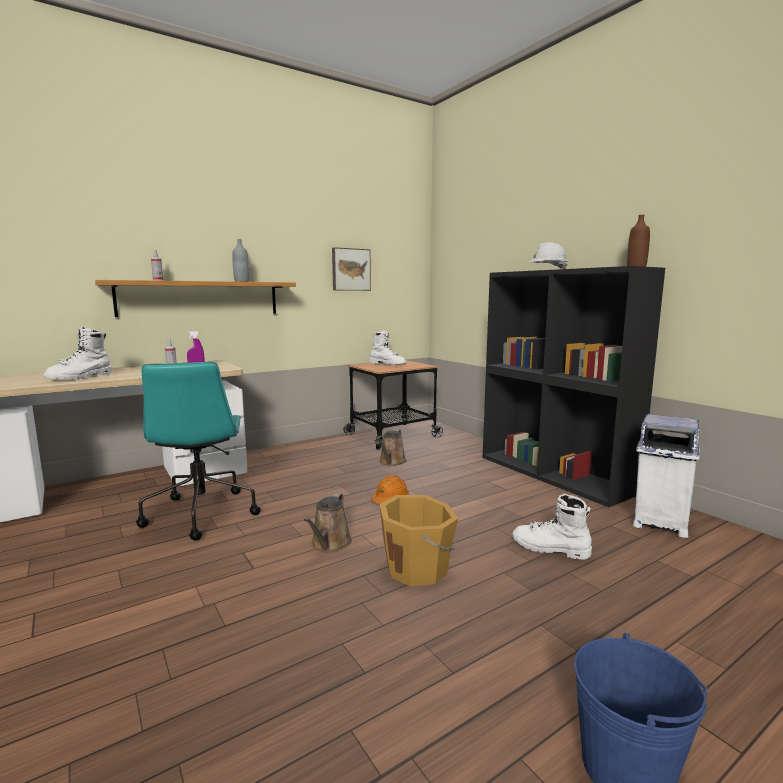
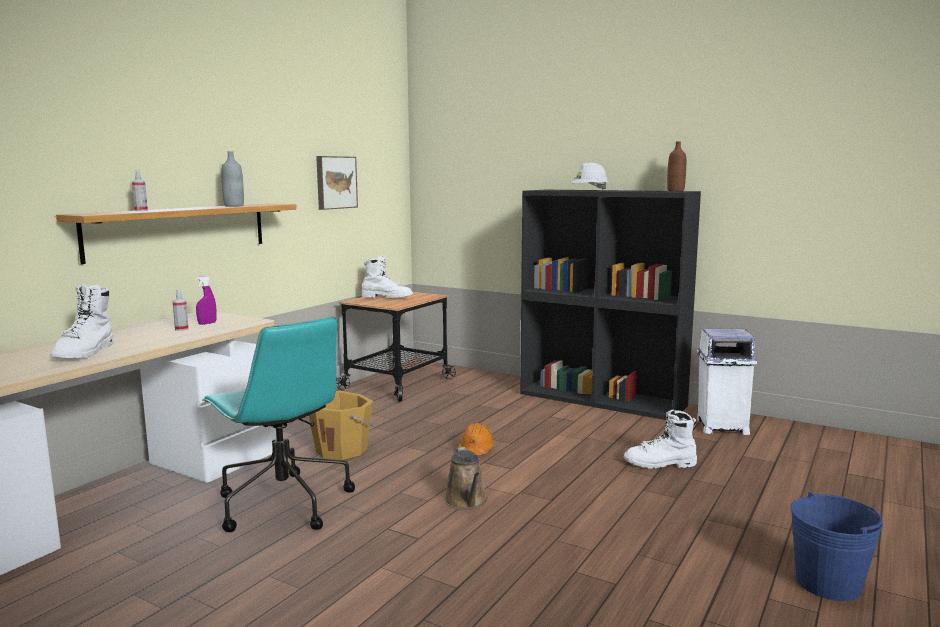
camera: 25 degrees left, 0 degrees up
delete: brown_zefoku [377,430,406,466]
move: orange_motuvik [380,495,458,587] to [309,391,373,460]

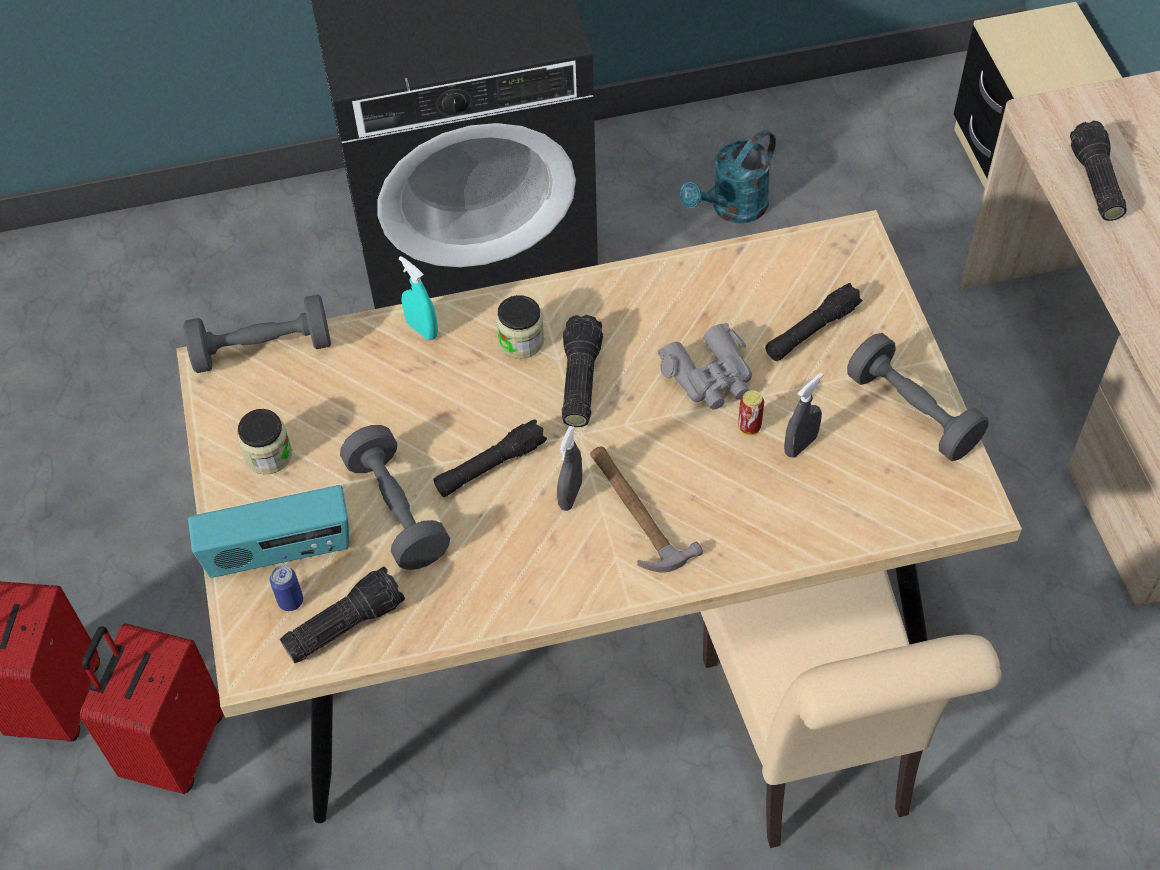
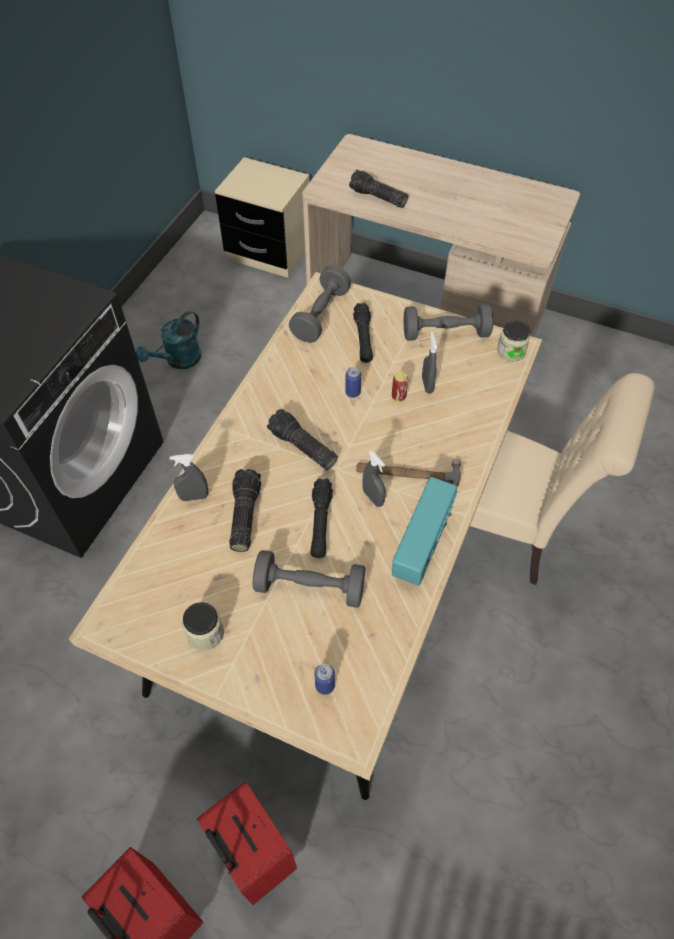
camera: 55 degrees left, 0 degrees up
move: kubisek [280,566,405,663] to [229,469,261,552]; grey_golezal [184,295,331,373] to [289,265,351,343]; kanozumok [188,485,350,578] to [392,477,457,586]; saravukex [496,295,544,359] to [497,321,530,361]
replace: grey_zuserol [658,323,752,410] to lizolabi [345,367,361,398]
recolor: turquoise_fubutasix [399,256,438,340] to grey_fubutasix [170,454,208,501]
rotate: turquoise_zefoku [680,130,776,223] = [136,311,201,369] 45 degrees clockwise

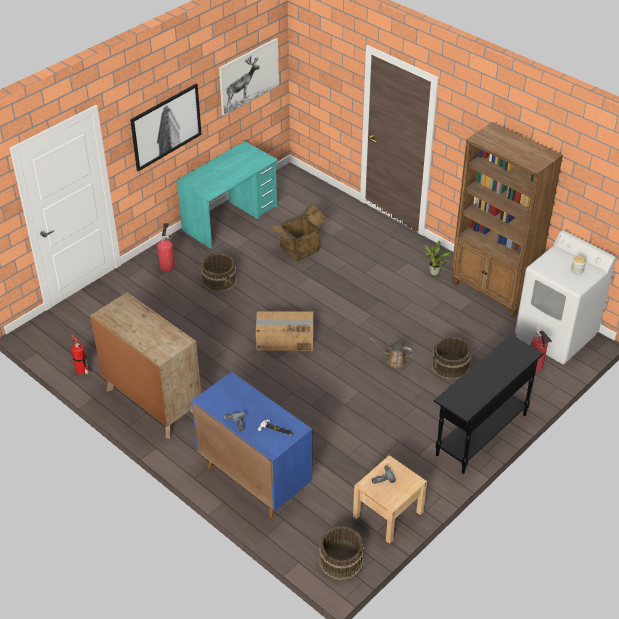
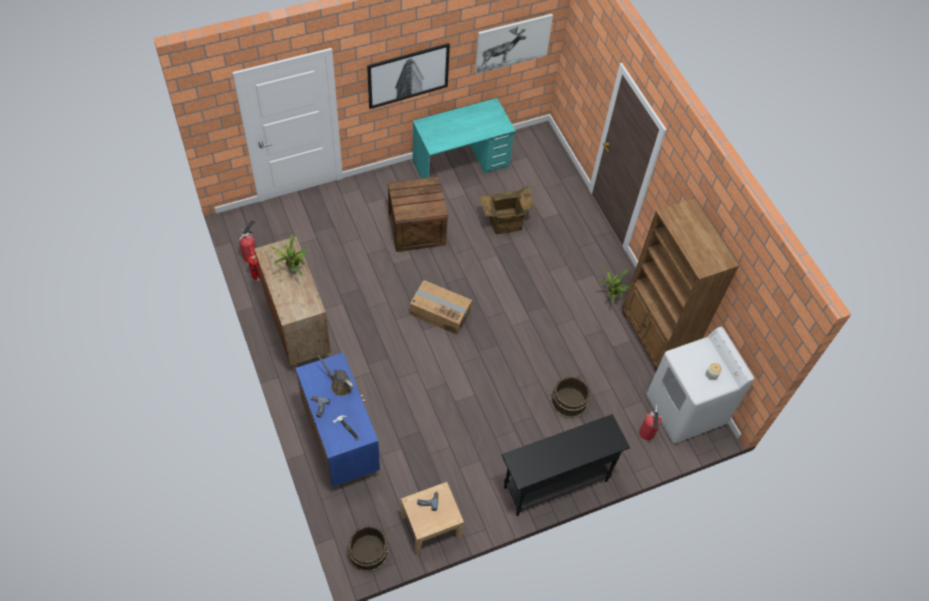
camera: 20 degrees right, 15 degrees up
insert: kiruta [270,235,308,276]
move: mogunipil [157,223,175,272] to [239,220,256,262]; brown_zefoku [370,338,413,368] to [318,356,354,396]
replace: brown_motuvik [201,253,237,292] to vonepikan [388,177,448,252]

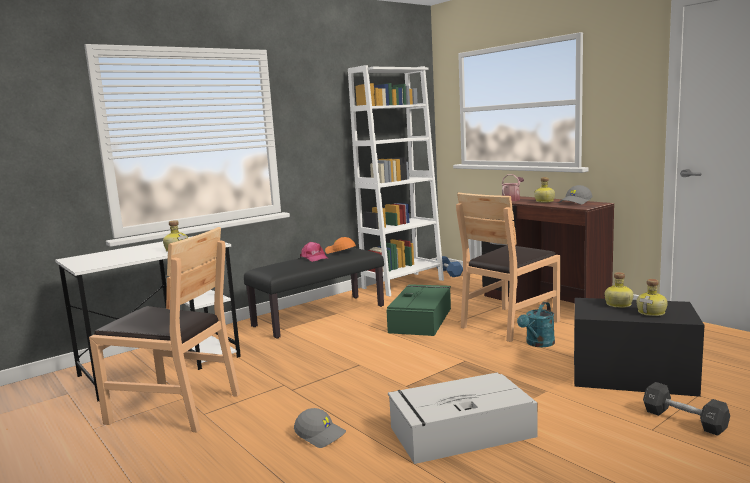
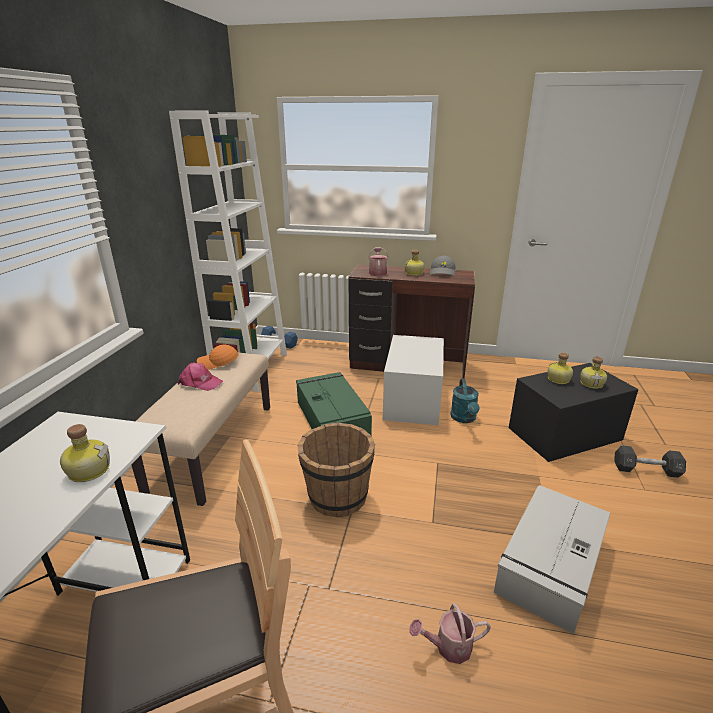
camera: 40 degrees left, 15 degrees up
insert: brown_motuvik [297,423,375,518]
replace: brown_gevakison [456,192,561,342] to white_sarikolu [383,335,444,426]; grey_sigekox [294,408,346,448] to zefoku [409,603,491,664]
recolor: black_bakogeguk [244,248,384,339] to beige_bakogeguk [131,353,270,506]

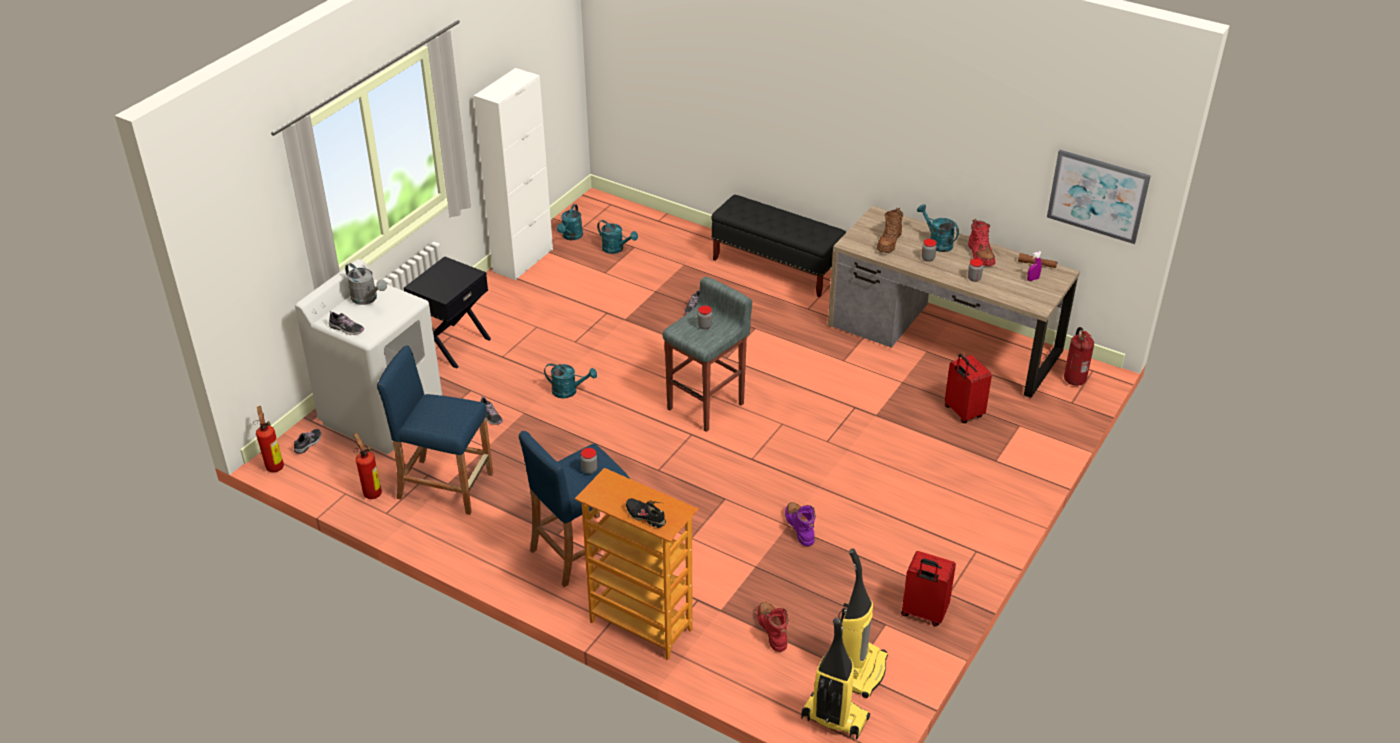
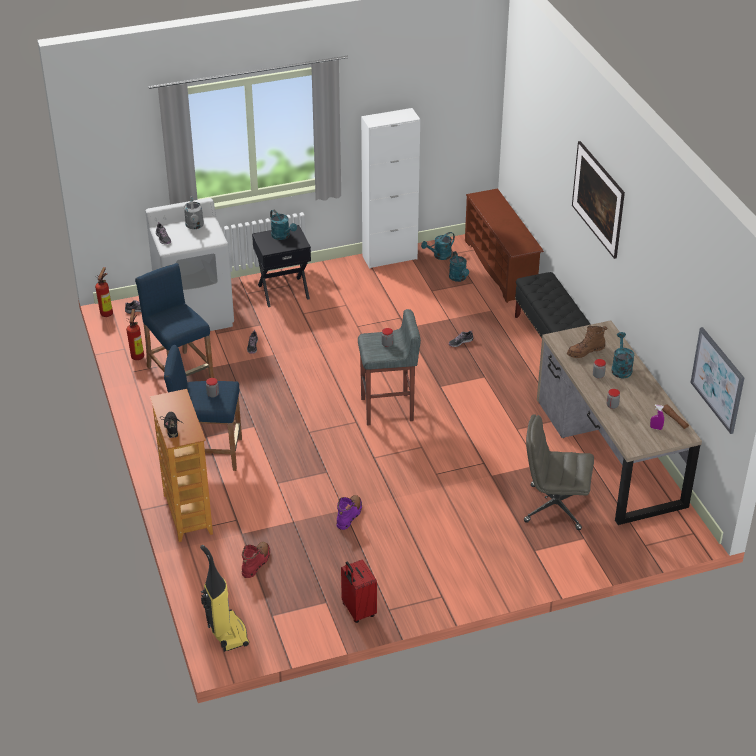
camera: 40 degrees right, 0 degrees up
delete: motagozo [838,549,888,698]; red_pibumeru [968,219,995,266]; mogunipil [1064,327,1094,386]
insert: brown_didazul [465,188,544,303]; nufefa [572,141,625,259]
move: turquoise_zefoku [544,363,597,398] to [270,210,297,240]
replace: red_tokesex [945,354,992,423] to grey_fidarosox [524,414,594,530]

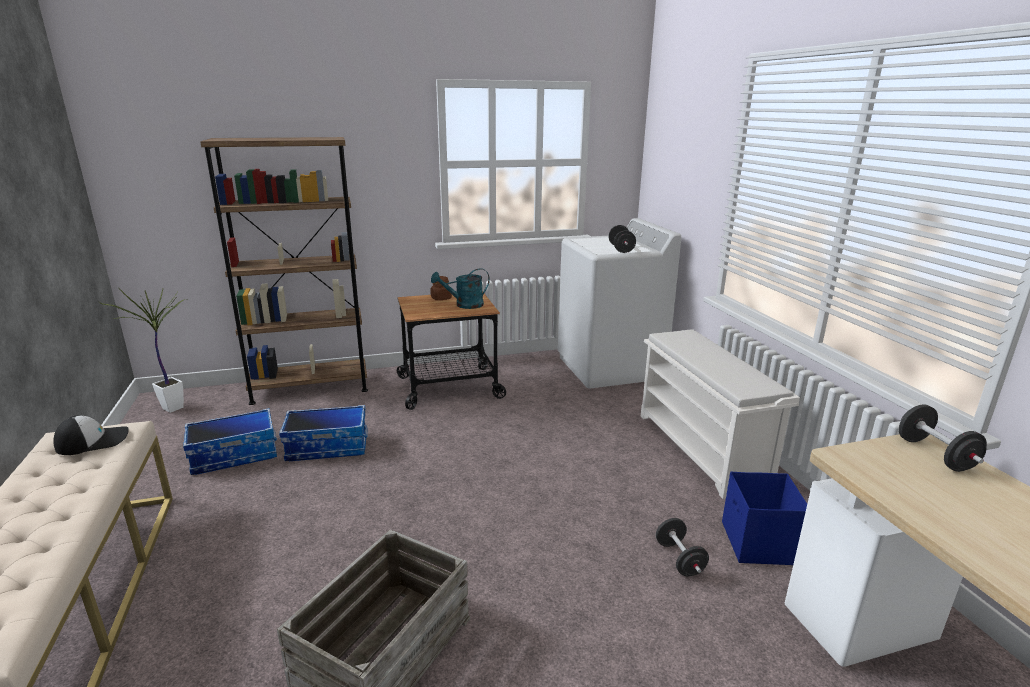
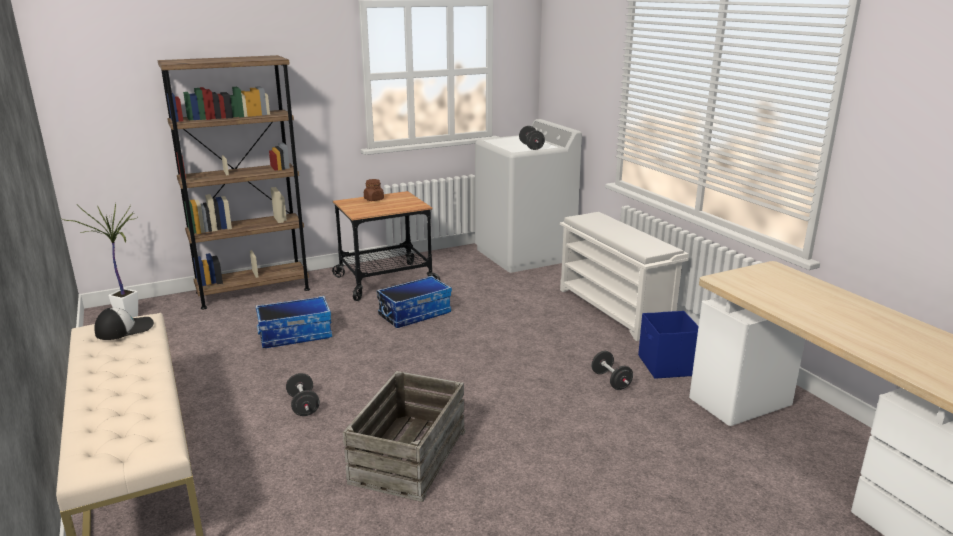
camera: 10 degrees left, 0 degrees up
delete: turquoise_zefoku [431,268,490,309]
move: black_golezal [899,405,987,472] to [286,373,320,416]; sarikolu [183,408,277,475] to [376,276,452,328]

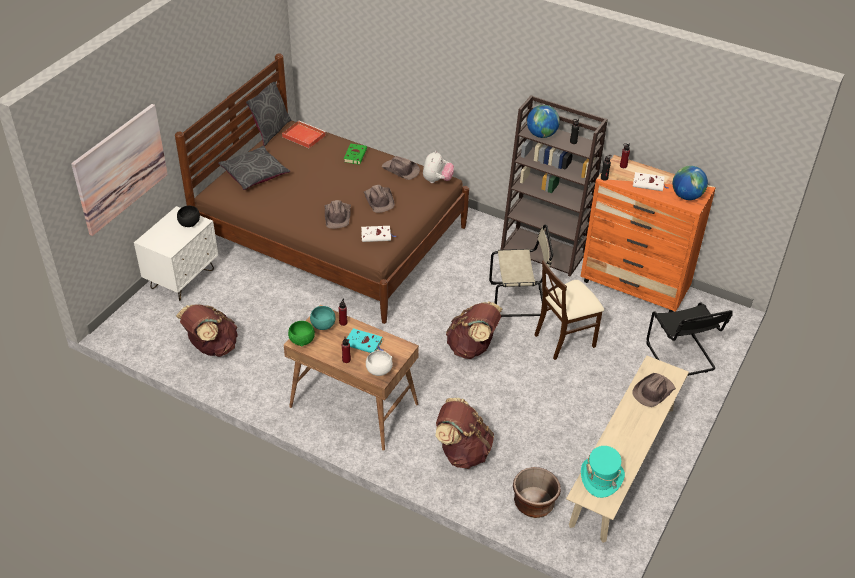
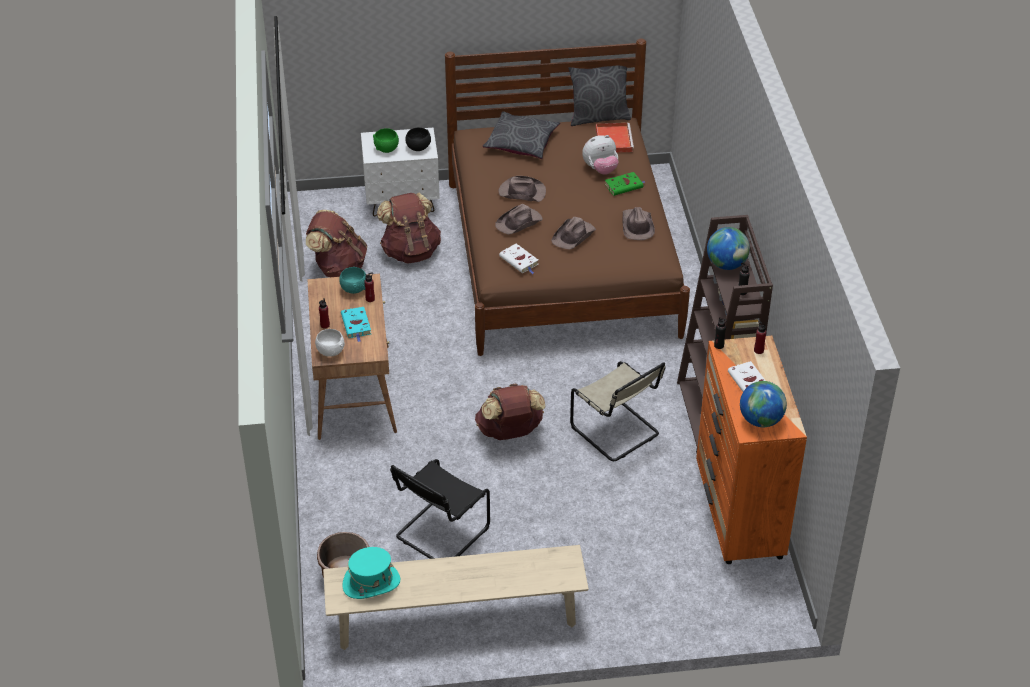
camera: 55 degrees right, 0 degrees up
delete: nufefa [71,104,168,236]; beige_gevakison [535,260,604,360]
move: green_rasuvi [288,321,315,347] to [373,128,399,153]; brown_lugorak [435,398,494,469] to [377,193,441,263]; black_gevakison [646,302,733,376] to [390,459,490,559]; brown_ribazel [632,373,676,407] to [498,176,546,202]; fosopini [423,151,454,183] to [582,135,619,175]

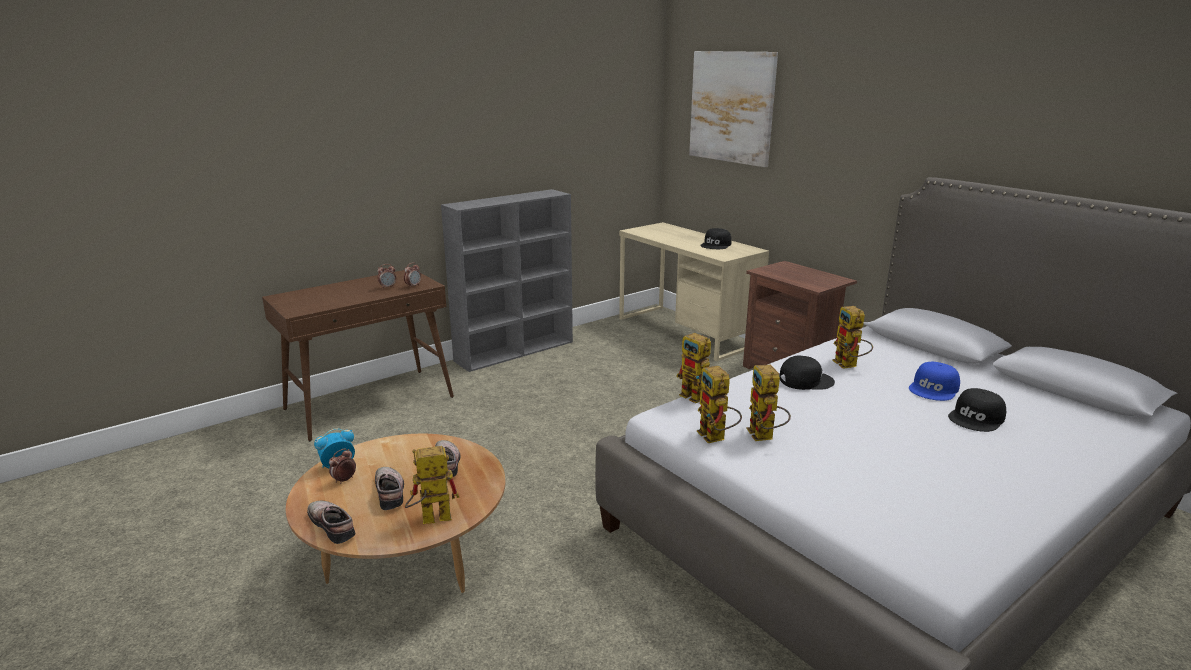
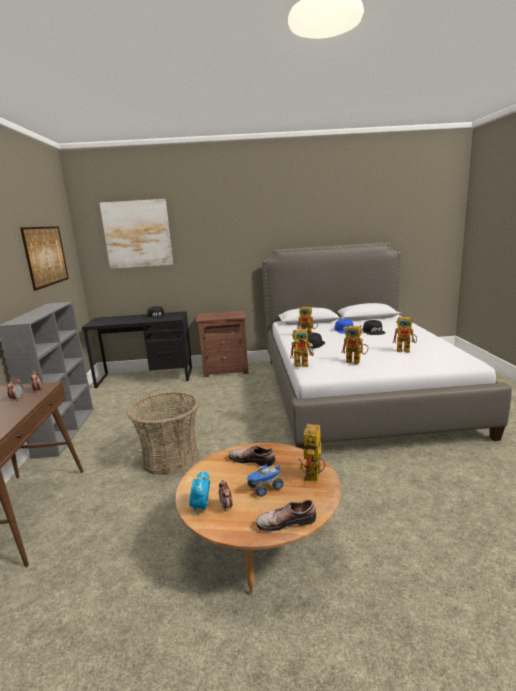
camera: 55 degrees left, 5 degrees down
insert: nufefa [20,226,69,291]; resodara [127,391,199,475]
move: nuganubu [697,366,742,443] to [393,316,417,352]
replace: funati [375,467,404,510] to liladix [247,463,284,497]
recolor: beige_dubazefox [619,222,769,361] to black_dubazefox [82,311,192,388]

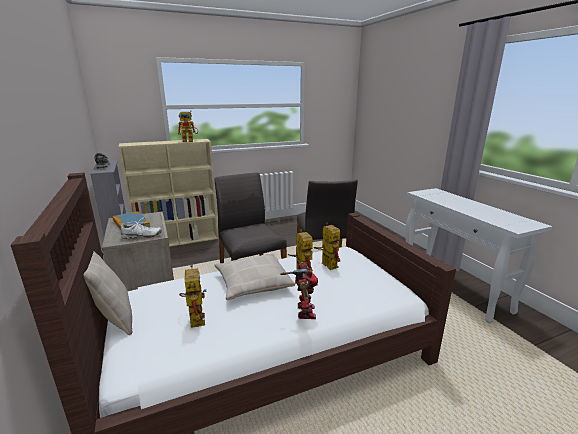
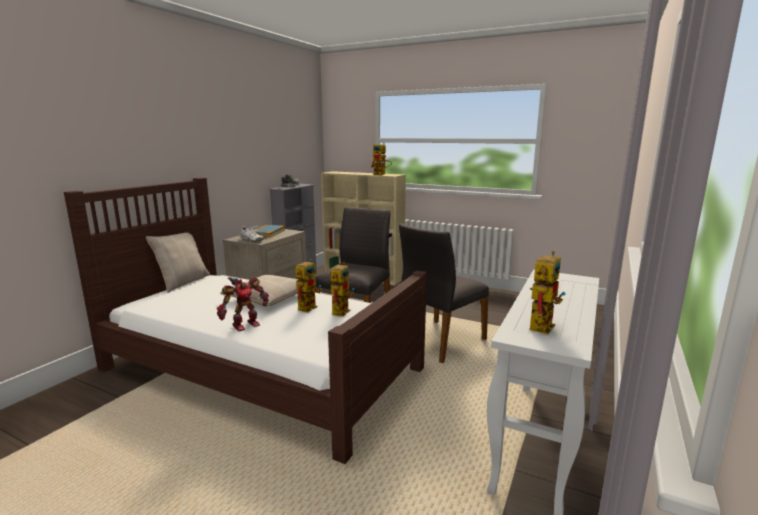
camera: 50 degrees right, 5 degrees down
move: nuganubu [179,264,207,328] to [530,251,566,334]

